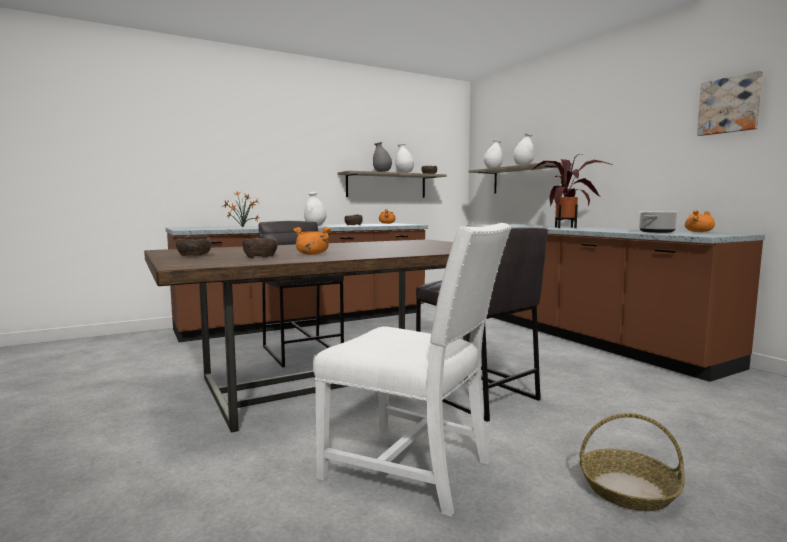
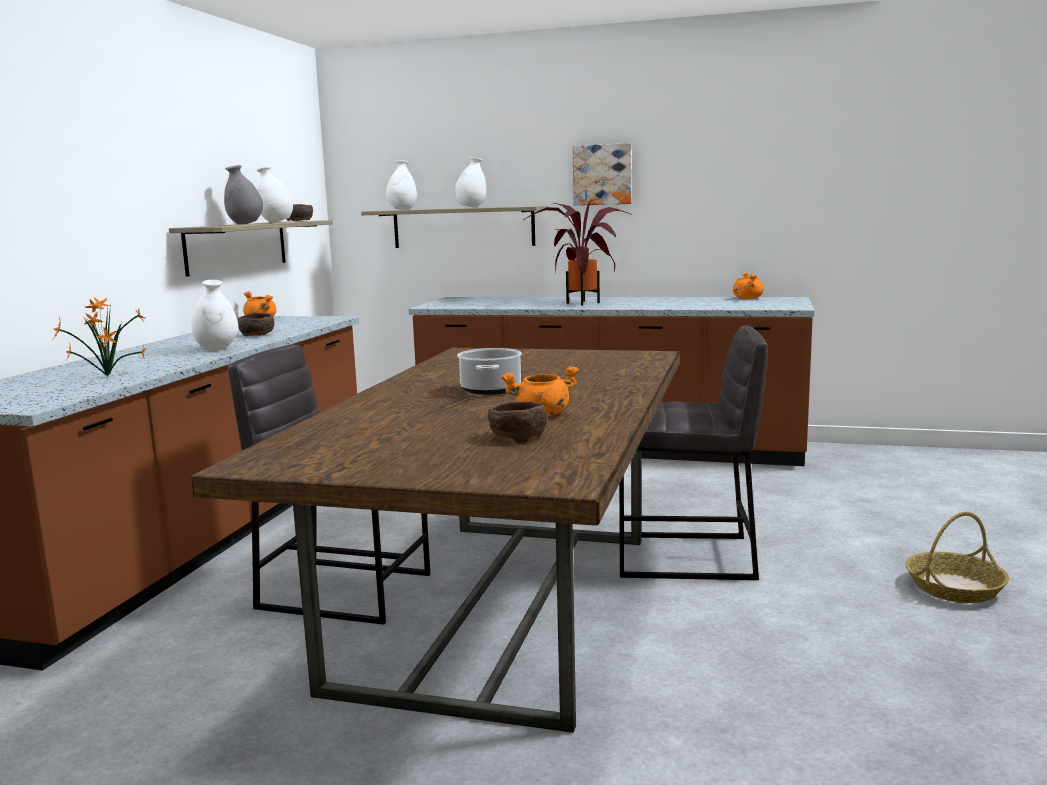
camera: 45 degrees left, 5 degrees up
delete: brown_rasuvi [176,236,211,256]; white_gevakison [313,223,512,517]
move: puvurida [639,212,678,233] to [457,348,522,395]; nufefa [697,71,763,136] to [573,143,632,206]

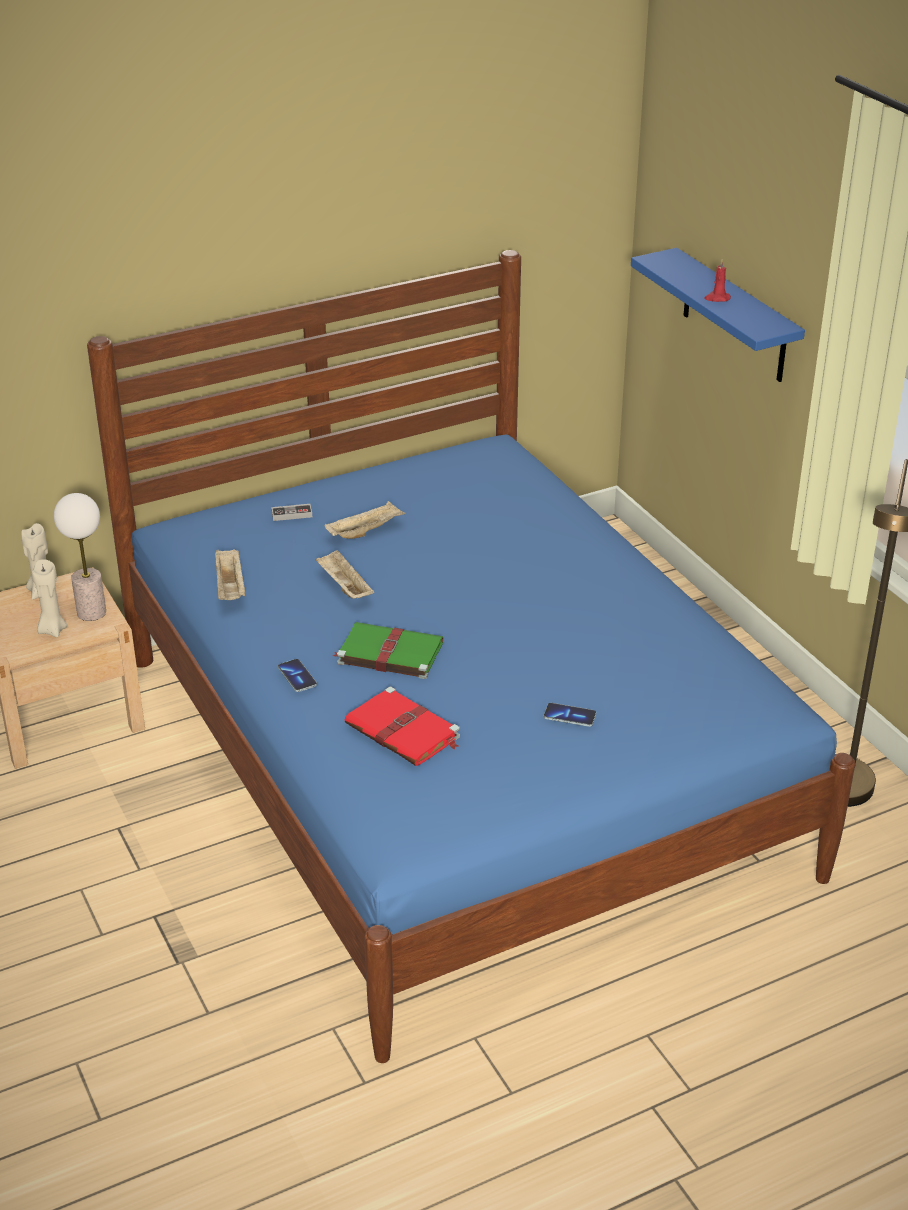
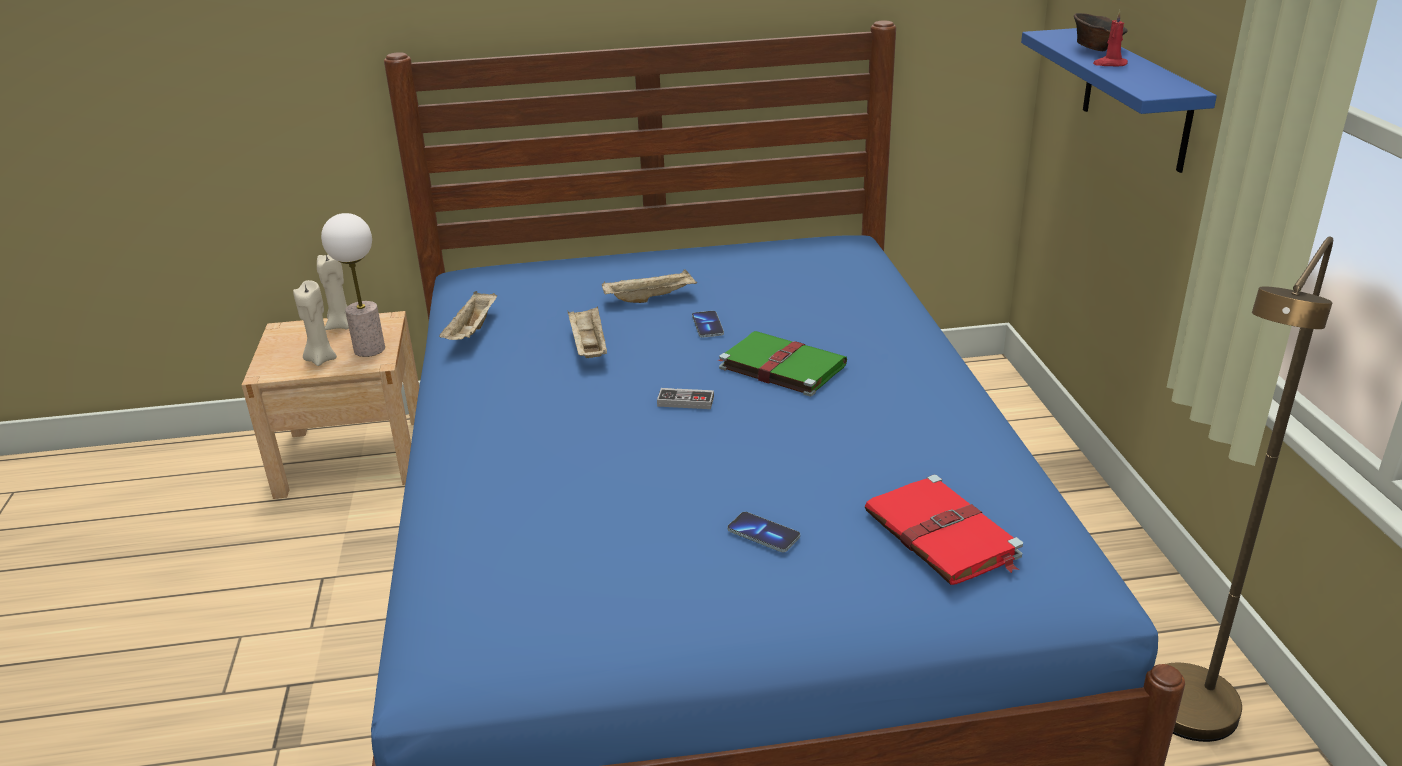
camera: 20 degrees right, 5 degrees down
insert: brown_rasuvi [1074,13,1128,51]
move: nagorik [271,504,312,521] to [657,388,714,409]; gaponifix [278,659,317,692] to [692,311,724,338]; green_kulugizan [333,622,443,679] to [718,331,847,397]; red_kulugizan [344,687,460,766] to [865,475,1023,585]

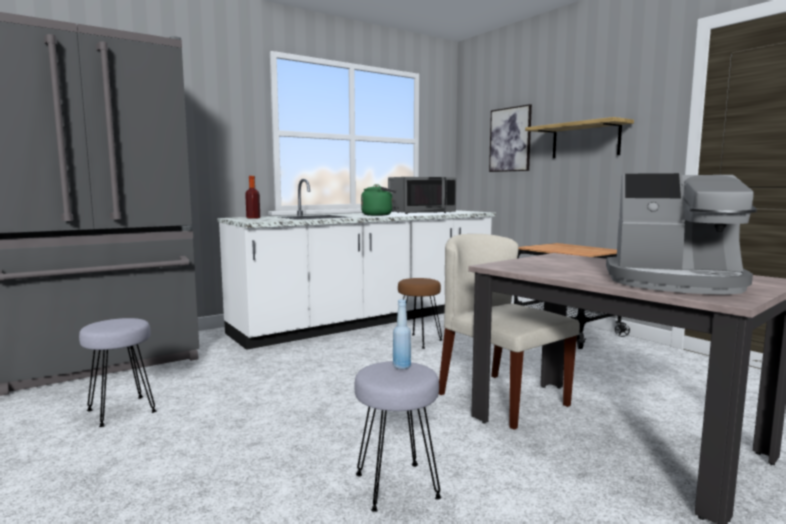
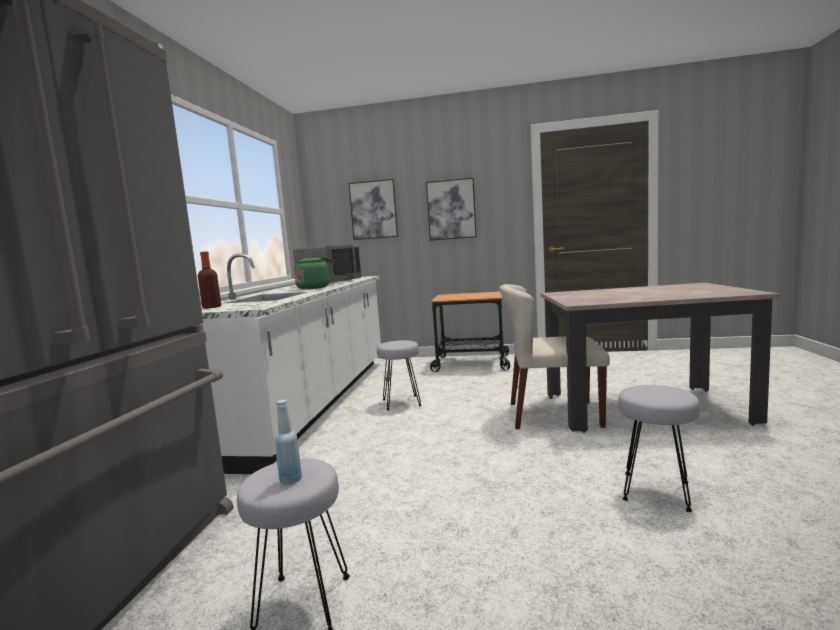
camera: 45 degrees left, 0 degrees up
delete: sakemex [606,173,757,295]
move: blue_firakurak [393,299,411,369] to [275,400,302,485]
replace: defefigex [525,117,634,158] to nufefa [426,177,477,241]
recolor: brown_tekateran [398,278,442,349] to grey_tekateran [377,340,422,410]

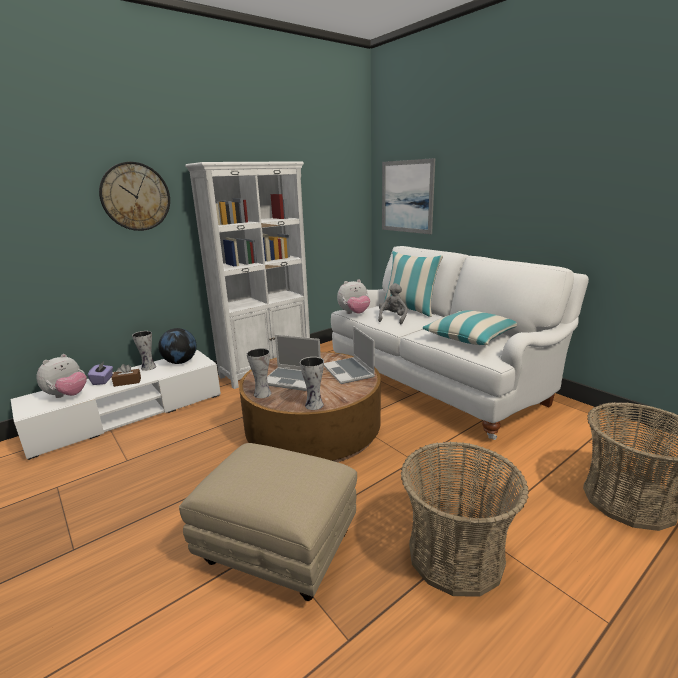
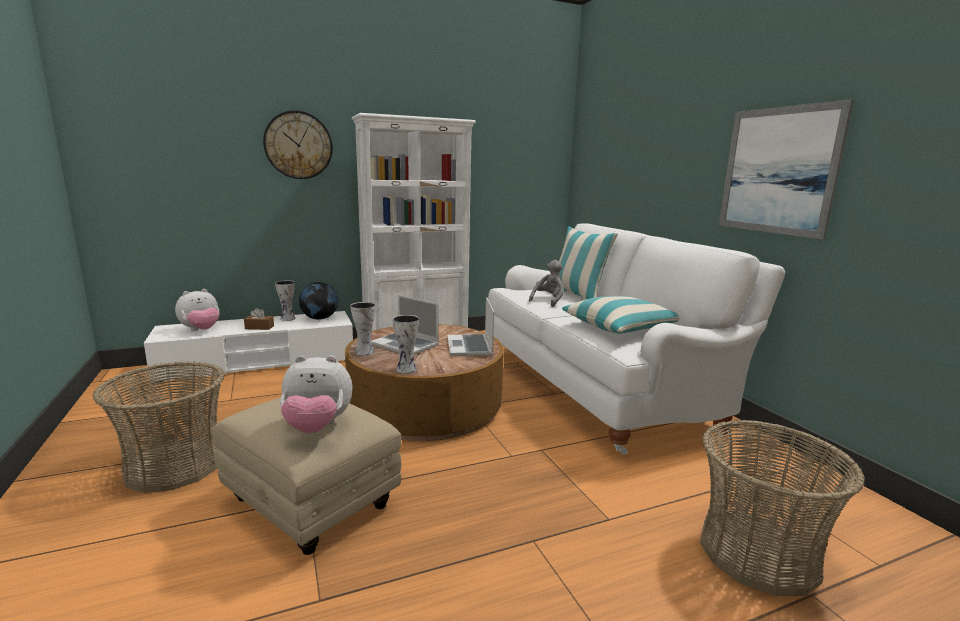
camera: 15 degrees right, 5 degrees down
delete: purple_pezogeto [88,362,113,385]
move: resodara [401,441,529,597] to [93,361,225,493]; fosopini [337,279,370,314] to [280,356,352,434]; nufefa [382,158,435,234] to [719,99,854,240]

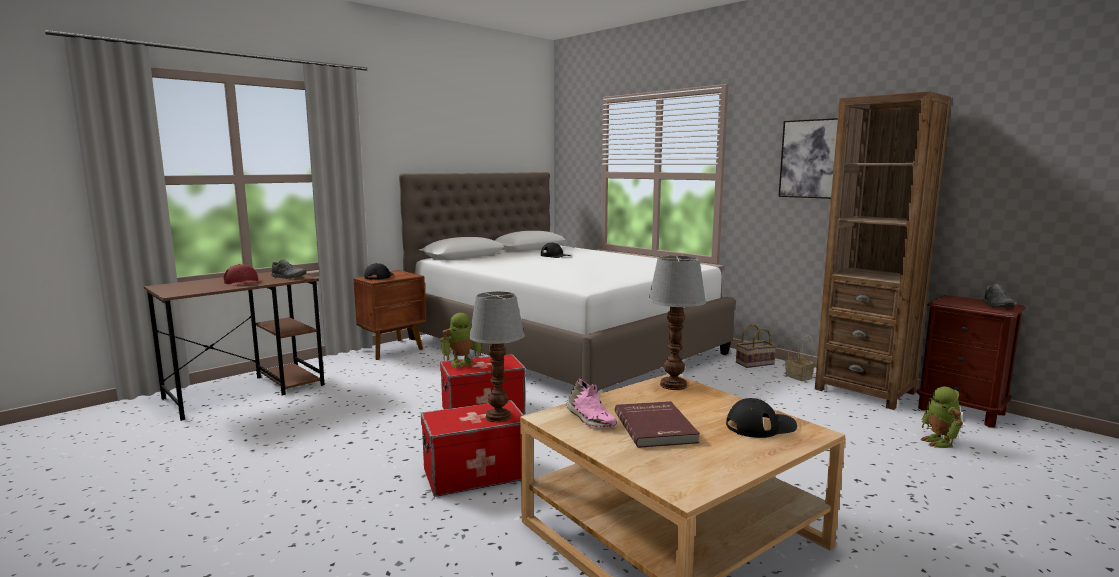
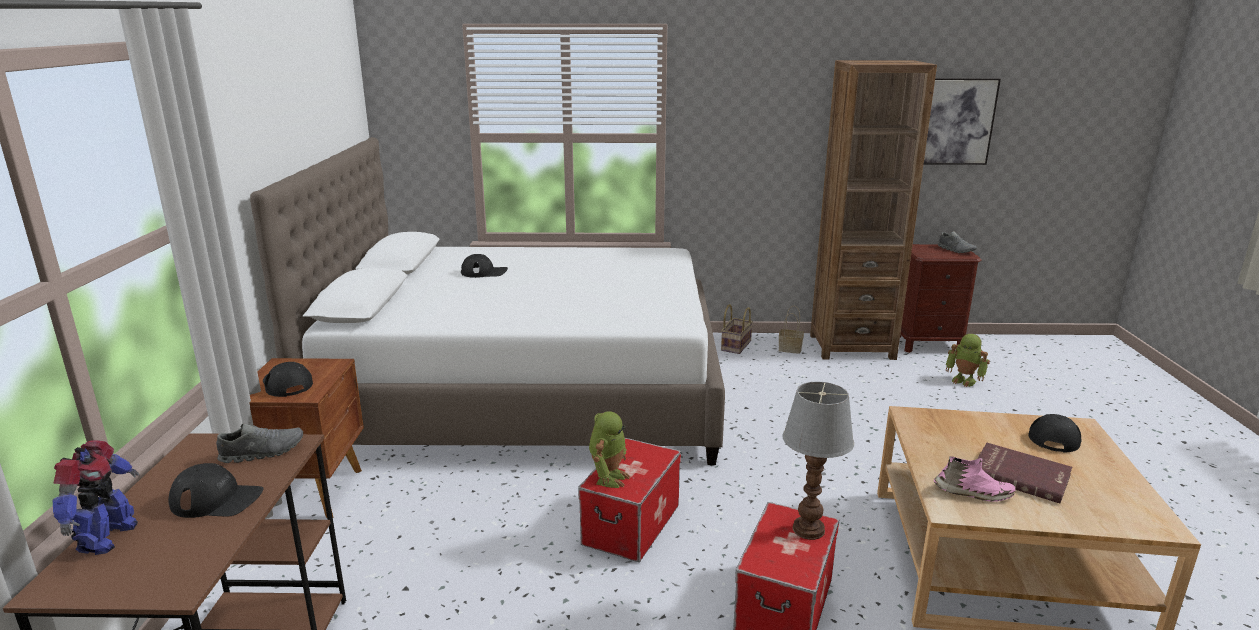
camera: 45 degrees left, 10 degrees up
delete: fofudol [648,256,706,390]
insert: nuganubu [53,440,140,555]
move: nufefa [778,118,838,199] to [924,78,1001,165]
recolor: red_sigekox [224,264,260,286] to black_sigekox [168,463,263,518]

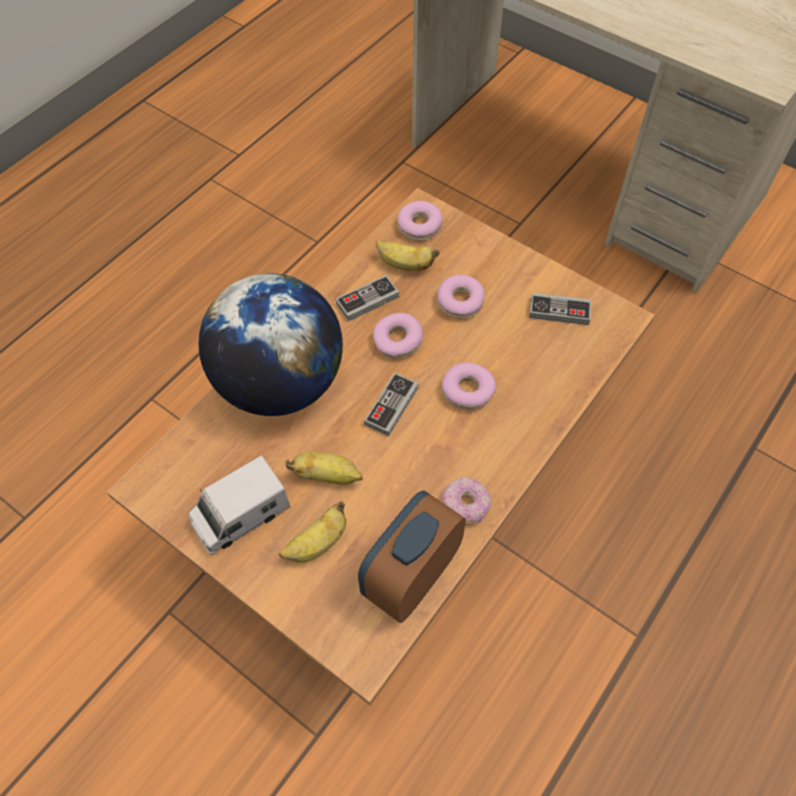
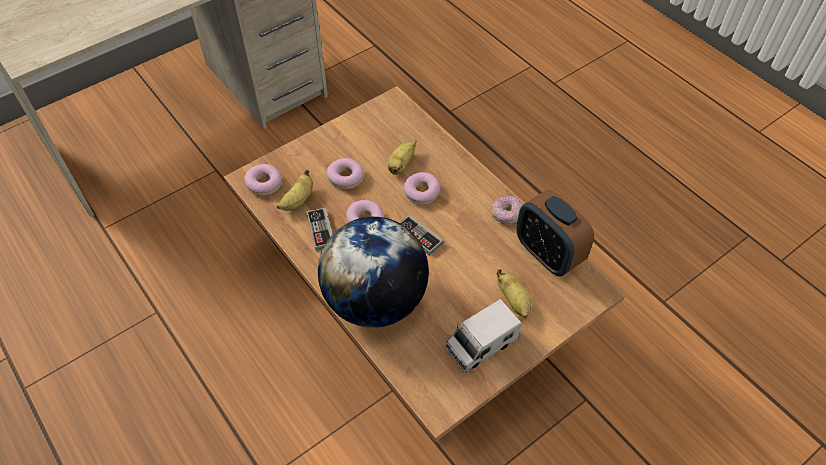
camera: 75 degrees left, 5 degrees down
delete: nagorik [529,293,591,325]
move: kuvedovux [286,451,363,485] to [388,139,416,175]
rotate: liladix [188,455,290,554] = [446,299,522,372] 75 degrees clockwise

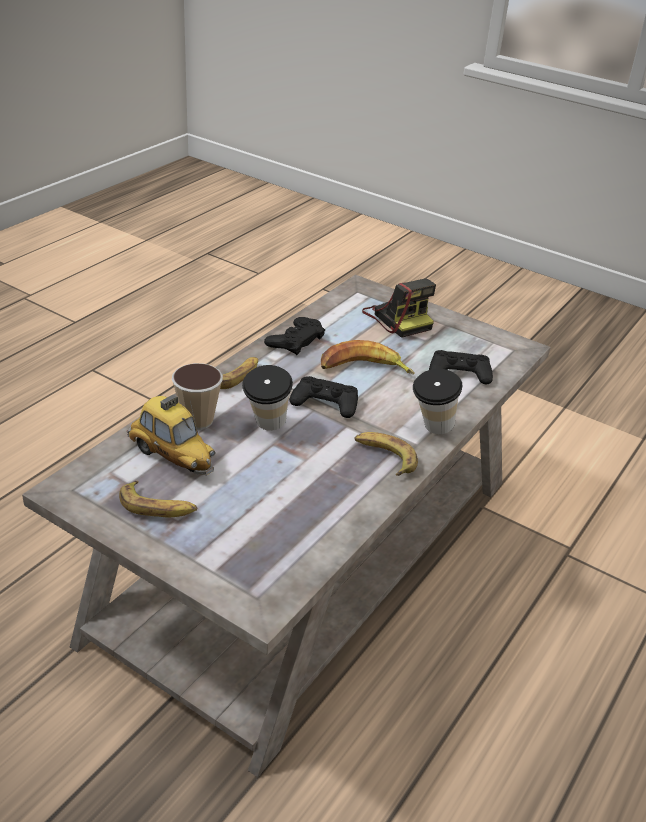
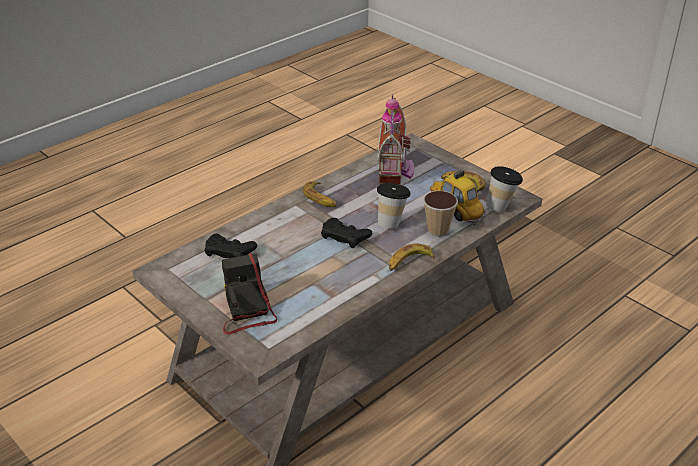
camera: 165 degrees left, 0 degrees up
delete: black_nagorik [264,317,325,355]; kuvedovux [321,340,415,375]
insert: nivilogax [377,94,414,184]
move: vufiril [413,369,462,434] to [486,166,523,212]

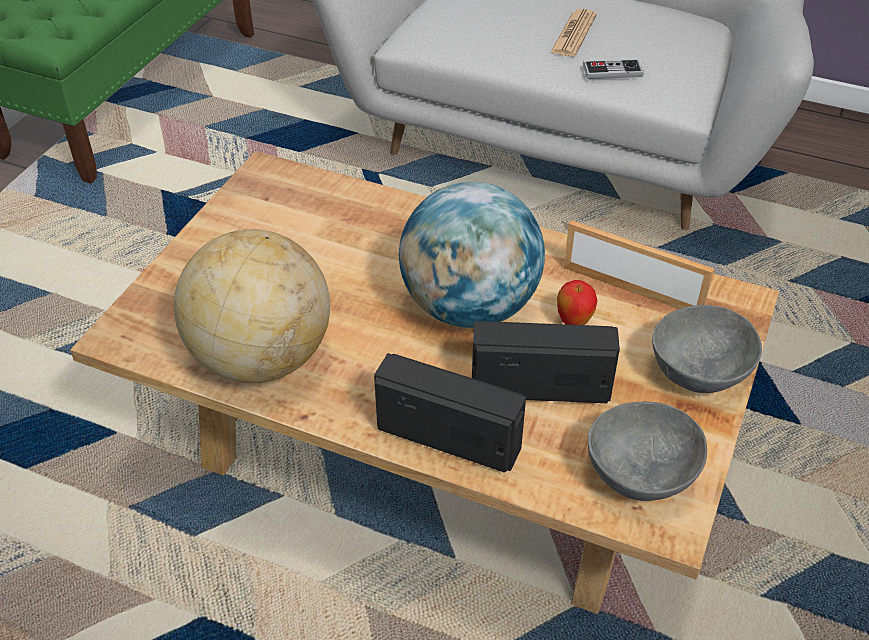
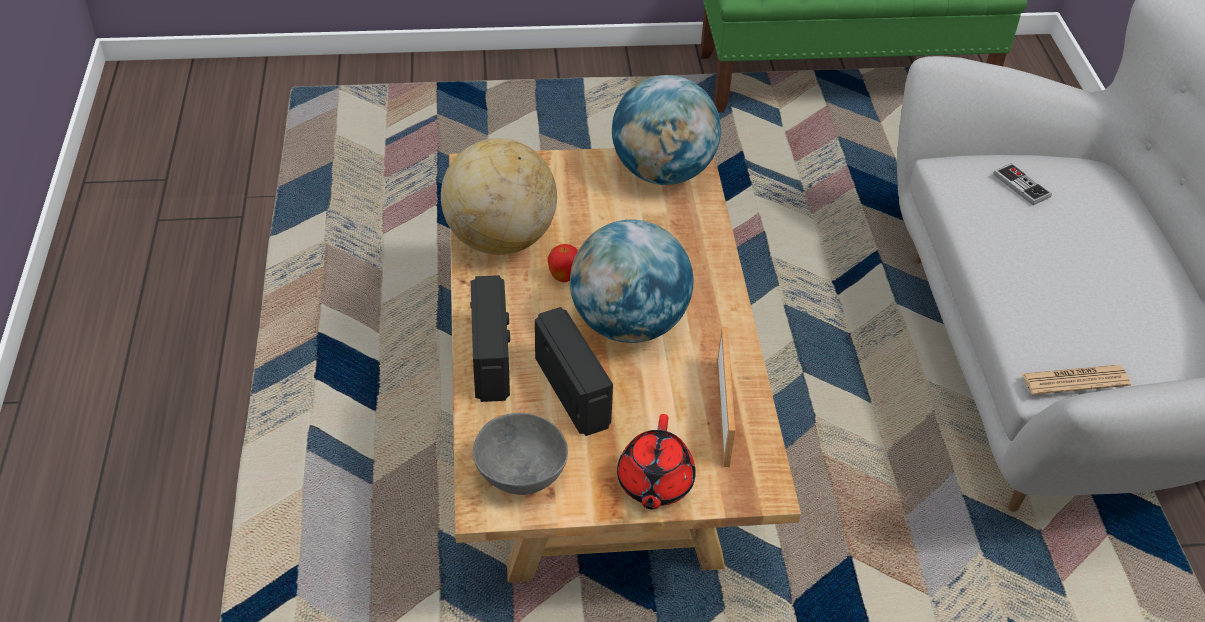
camera: 60 degrees right, 0 degrees up
insert: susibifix [612,75,721,185]
move: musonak [557,280,597,325] to [548,244,578,282]; nagorik [583,59,643,79] to [993,163,1052,205]; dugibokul [550,9,597,57] to [1022,365,1131,395]
replace: grey_rasuvi [652,305,762,393] to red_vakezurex [617,414,696,509]

